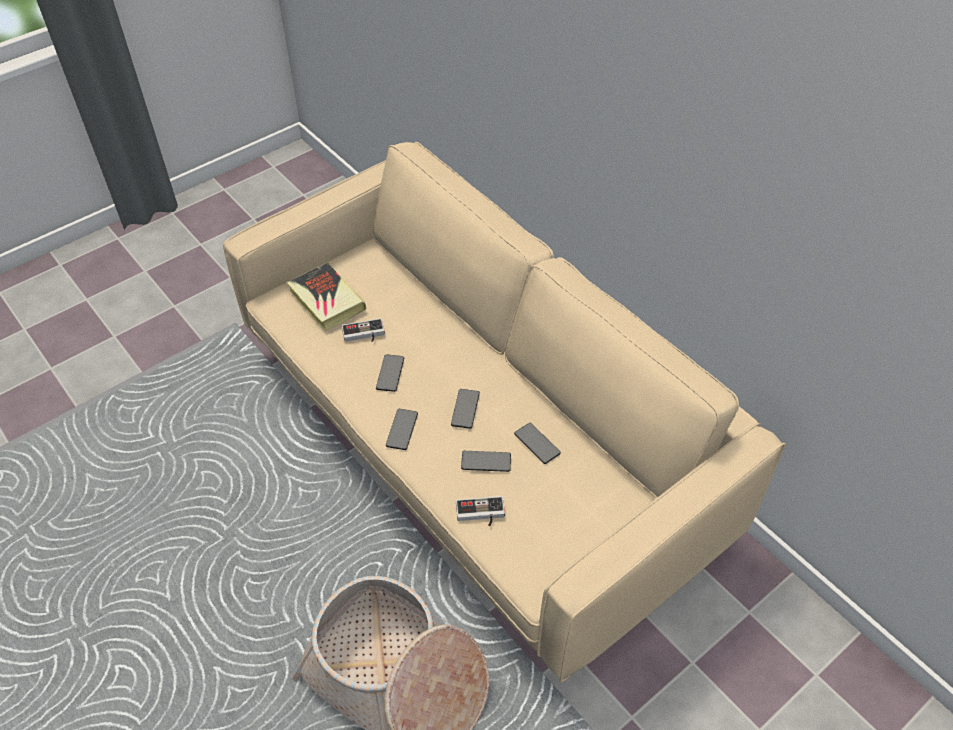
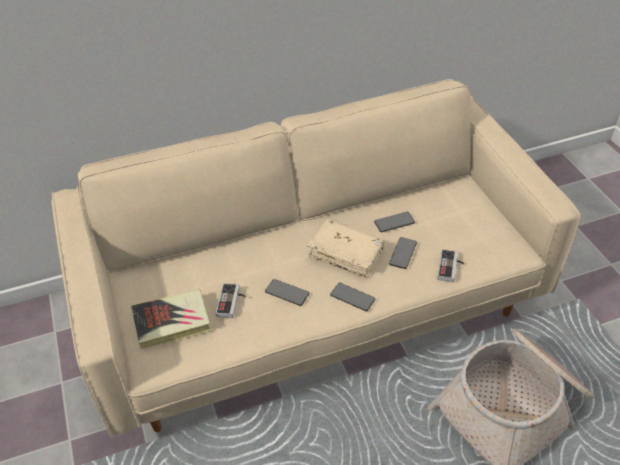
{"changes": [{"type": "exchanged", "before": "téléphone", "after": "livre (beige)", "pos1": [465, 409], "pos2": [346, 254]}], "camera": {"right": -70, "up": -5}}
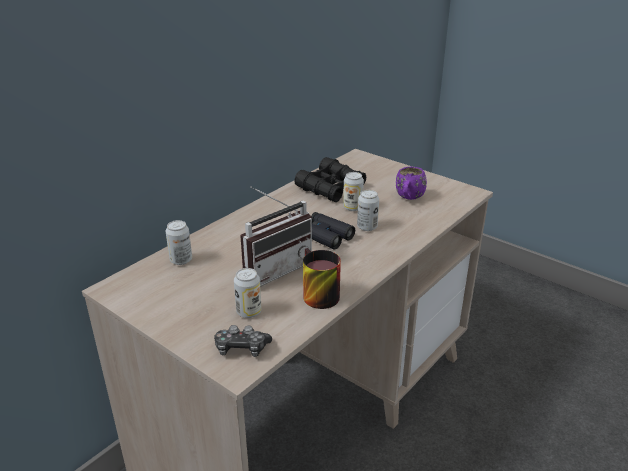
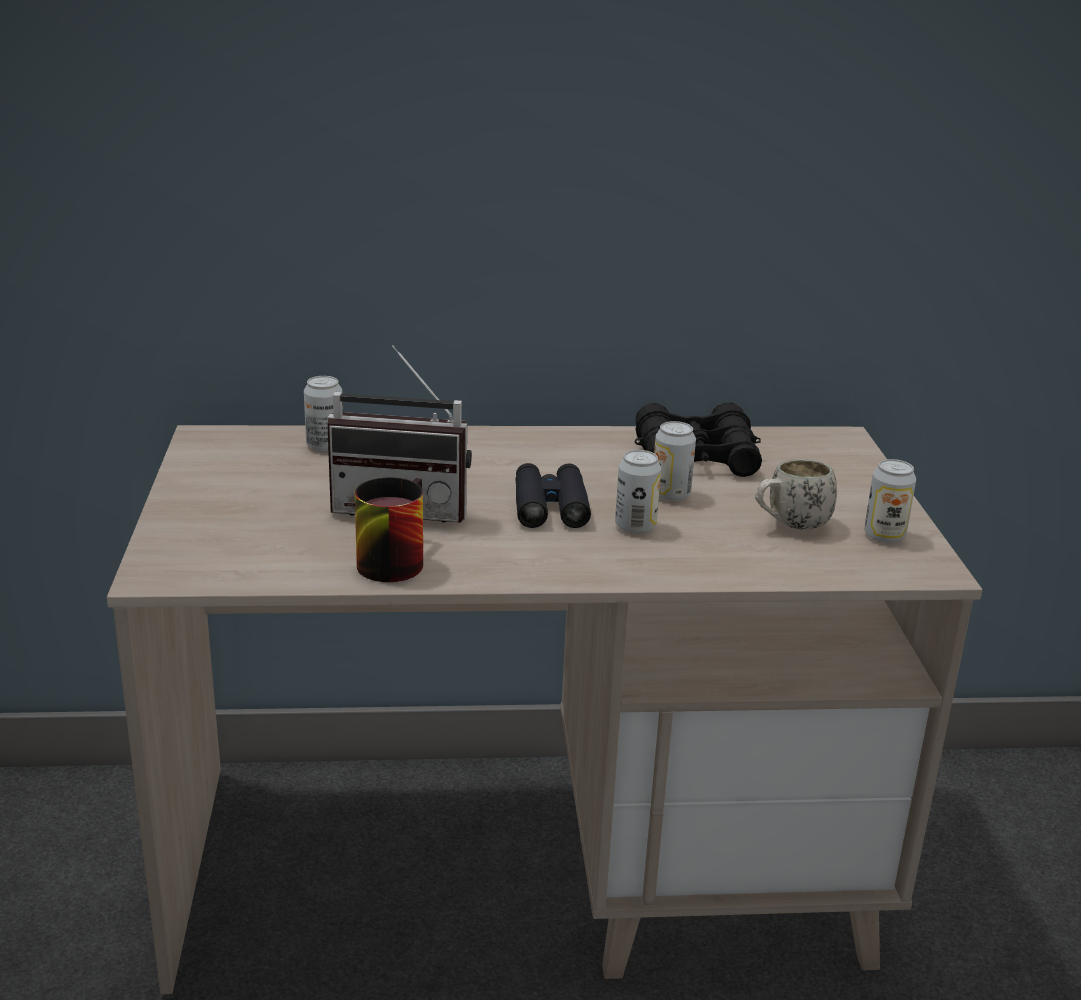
{"changes": [{"type": "missing", "before": "manette", "pos1": [241, 348]}, {"type": "relocated", "before": "boîte métallique", "pos1": [249, 312], "pos2": [884, 535]}, {"type": "colour", "before": "mug (violet)", "after": "mug (blanc)", "pos1": [408, 199], "pos2": [790, 526]}], "camera": {"right": 45, "up": -5}}
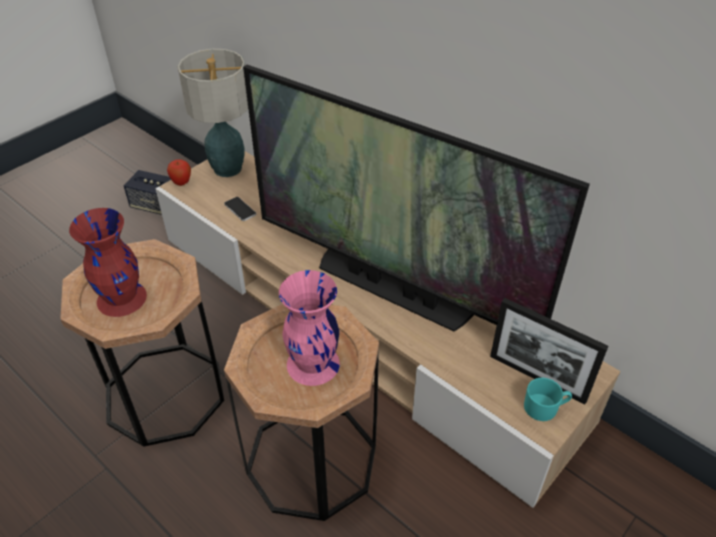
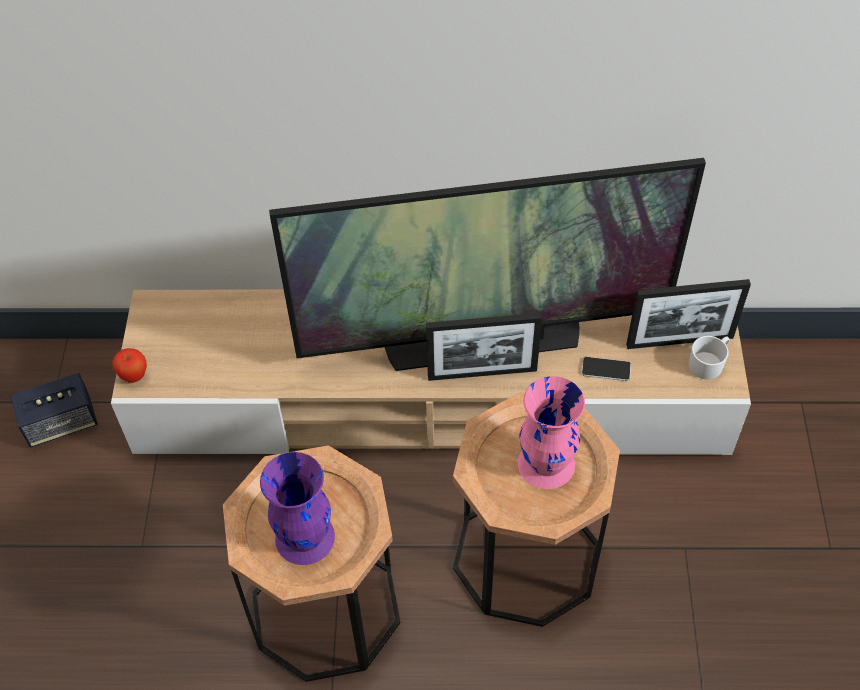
{"changes": [{"type": "missing", "before": "lampe de table", "pos1": [227, 168]}, {"type": "appeared", "after": "cadre photo", "pos2": [482, 373]}, {"type": "relocated", "before": "téléphone", "pos1": [240, 209], "pos2": [606, 369]}, {"type": "colour", "before": "vase (rouge)", "after": "vase (violet)", "pos1": [122, 299], "pos2": [306, 537]}, {"type": "colour", "before": "mug (turquoise)", "after": "mug (blanc)", "pos1": [545, 407], "pos2": [708, 363]}], "camera": {"right": -40, "up": 10}}
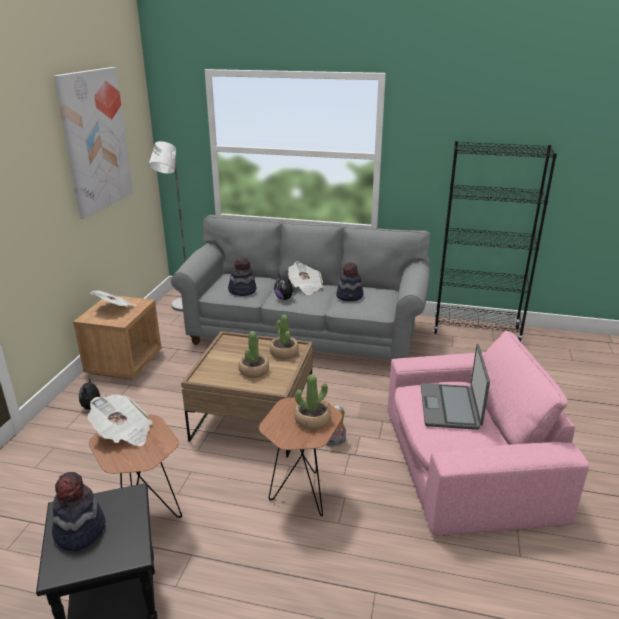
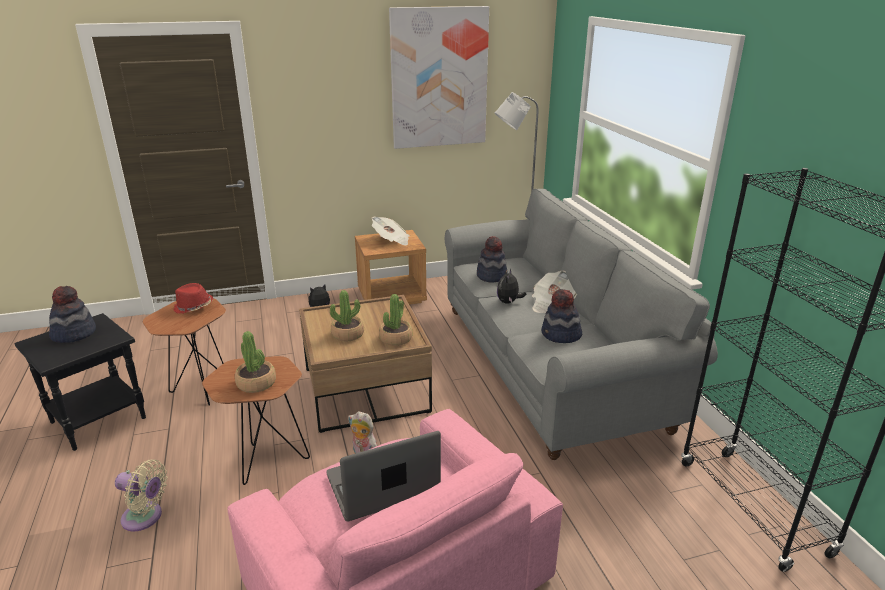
{"changes": [{"type": "appeared", "after": "ventilateur (beige)", "pos2": [145, 517]}, {"type": "exchanged", "before": "journal", "after": "chapeau (rouge)", "pos1": [123, 433], "pos2": [193, 307]}], "camera": {"right": 60, "up": 0}}
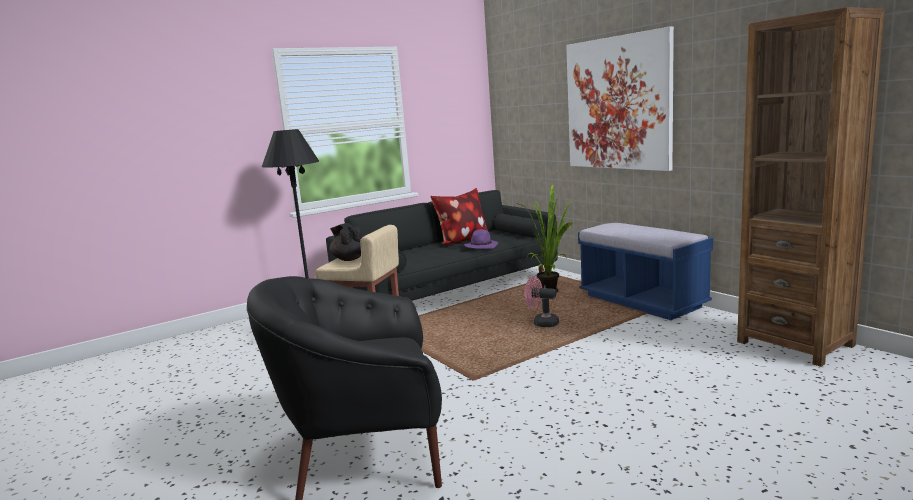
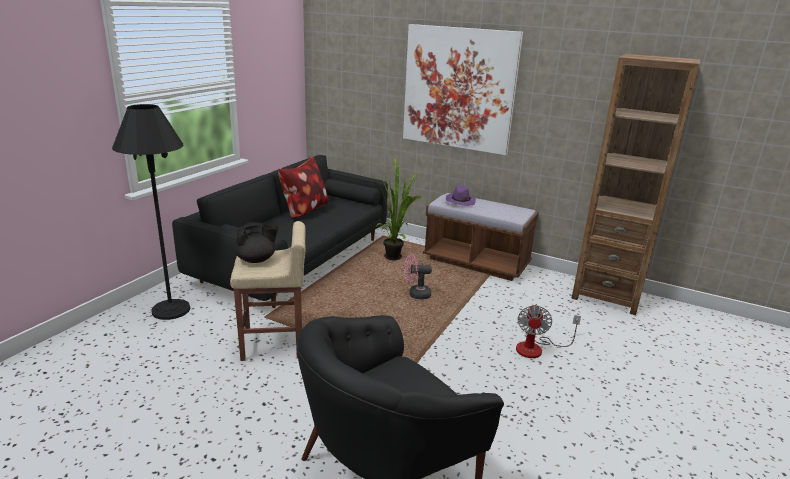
{"changes": [{"type": "appeared", "after": "ventilateur", "pos2": [536, 348]}, {"type": "relocated", "before": "chapeau (violet)", "pos1": [481, 246], "pos2": [460, 202]}, {"type": "colour", "before": "banc (bleu)", "after": "banc (marron)", "pos1": [642, 301], "pos2": [476, 262]}, {"type": "spun", "before": "théière (noir)", "pos1": [349, 259], "pos2": [257, 260], "turn": 135}], "camera": {"right": -30, "up": 10}}
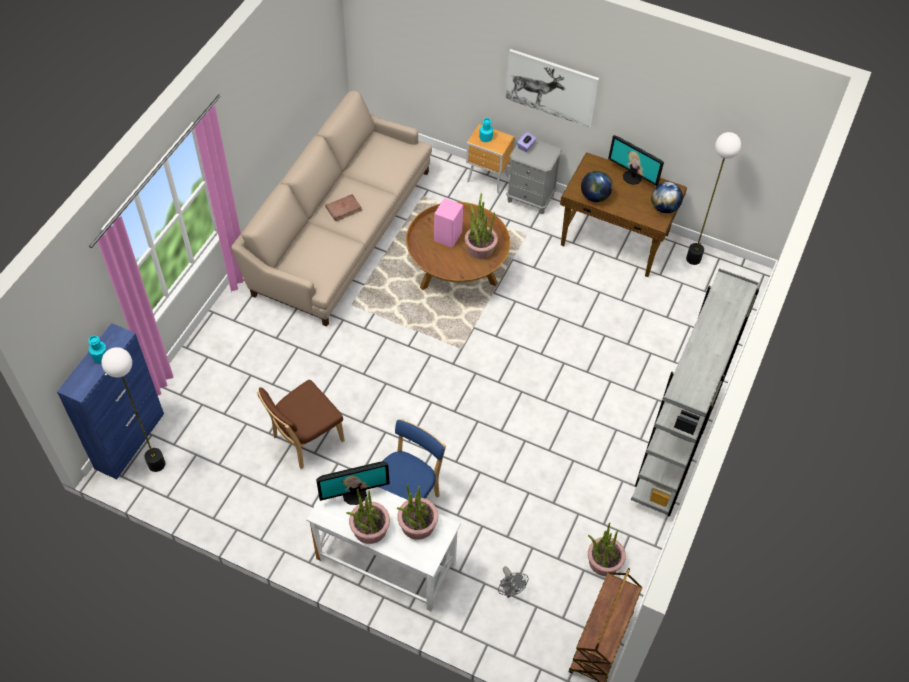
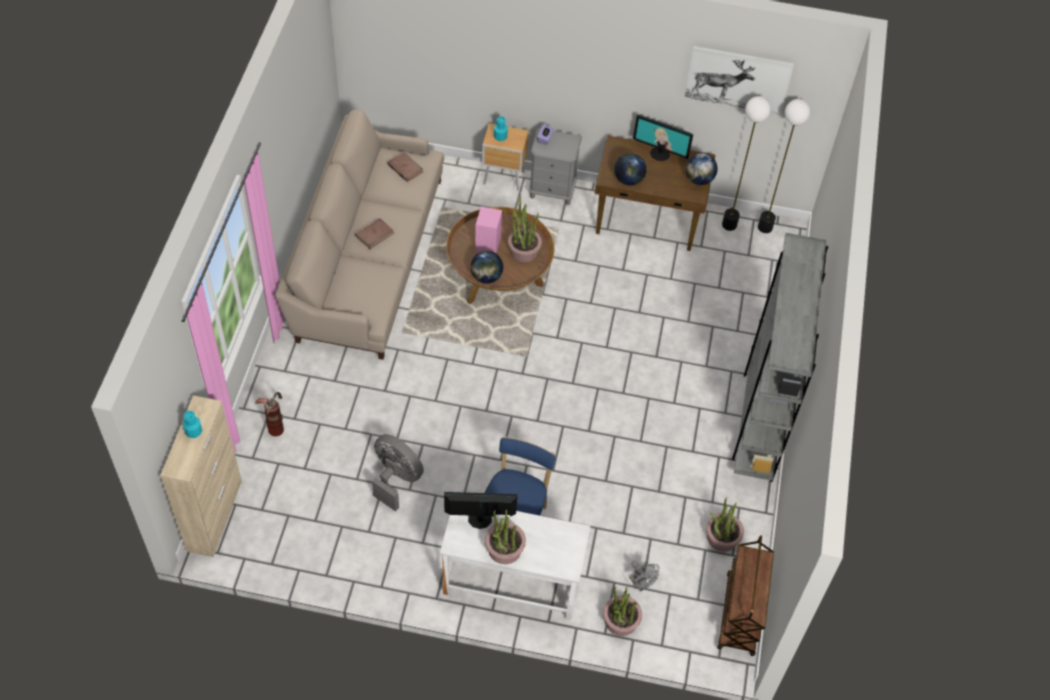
{"changes": [{"type": "appeared", "after": "extincteur", "pos2": [275, 424]}, {"type": "appeared", "after": "livre (marron)", "pos2": [405, 168]}, {"type": "appeared", "after": "globe", "pos2": [486, 277]}, {"type": "relocated", "before": "lampadaire", "pos1": [156, 464], "pos2": [764, 227]}, {"type": "relocated", "before": "plante en pot", "pos1": [417, 524], "pos2": [620, 621]}, {"type": "relocated", "before": "tableau", "pos1": [551, 87], "pos2": [738, 79]}, {"type": "exchanged", "before": "chaise (marron)", "after": "ventilateur (gris)", "pos1": [305, 440], "pos2": [396, 479]}, {"type": "colour", "before": "meuble de rangement (bleu)", "after": "meuble de rangement (beige)", "pos1": [130, 440], "pos2": [215, 515]}, {"type": "spun", "before": "écran d'ordinateur", "pos1": [354, 494], "pos2": [479, 519], "turn": -150}], "camera": {"right": -15, "up": 0}}
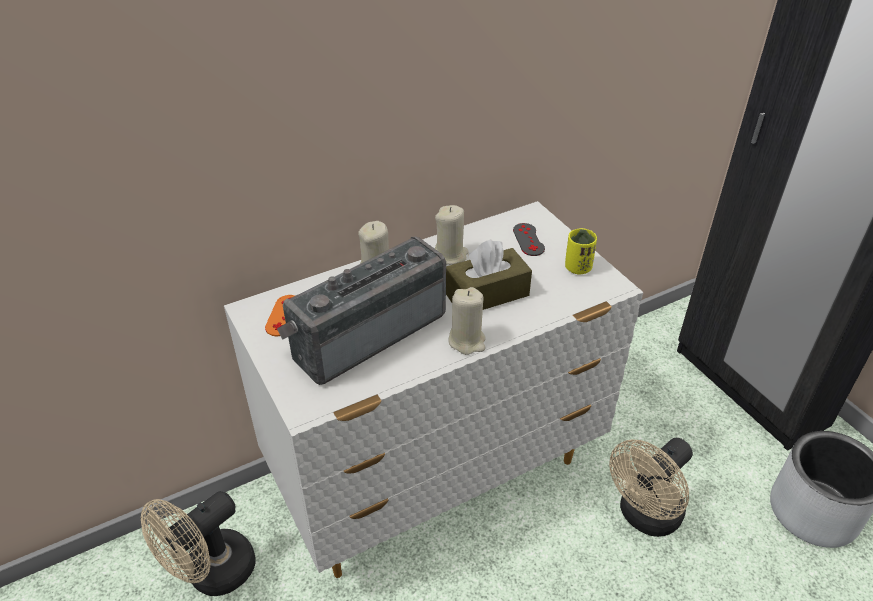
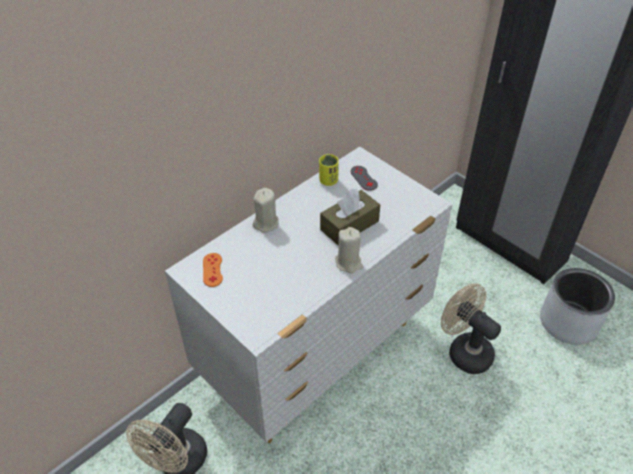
{"changes": [{"type": "missing", "before": "radio", "pos1": [366, 332]}, {"type": "missing", "before": "bougie (beige)", "pos1": [450, 255]}, {"type": "relocated", "before": "tasse (jaune)", "pos1": [578, 268], "pos2": [328, 181]}, {"type": "spun", "before": "ventilateur (beige)", "pos1": [644, 517], "pos2": [464, 351], "turn": 105}], "camera": {"right": -15, "up": 5}}
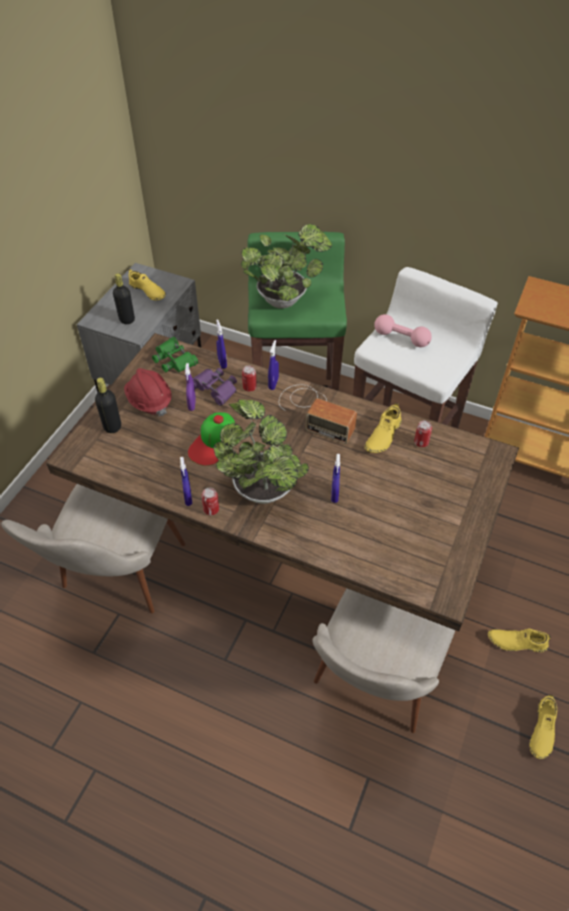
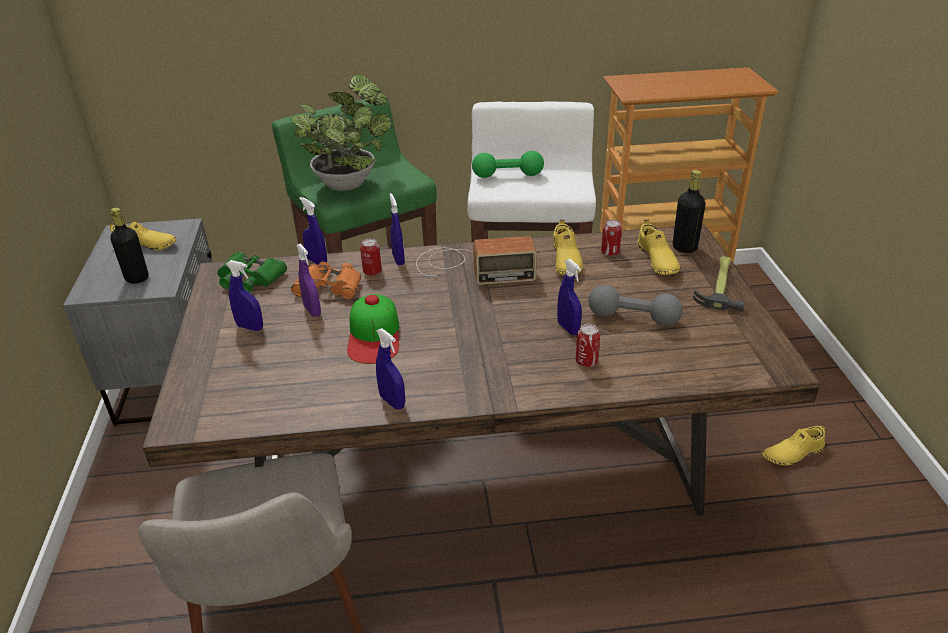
{"changes": [{"type": "missing", "before": "plante en pot", "pos1": [261, 487]}, {"type": "missing", "before": "chaise (beige)", "pos1": [371, 687]}, {"type": "appeared", "after": "haltère (gris)", "pos2": [633, 318]}, {"type": "appeared", "after": "marteau", "pos2": [721, 284]}, {"type": "relocated", "before": "bouteille (noir)", "pos1": [112, 426], "pos2": [684, 248]}, {"type": "relocated", "before": "boîte métallique", "pos1": [211, 509], "pos2": [586, 361]}, {"type": "relocated", "before": "chaussure (jaune)", "pos1": [541, 730], "pos2": [656, 260]}, {"type": "exchanged", "before": "casque de chantier (rouge)", "after": "vaporisateur (bleu)", "pos1": [149, 401], "pos2": [250, 327]}, {"type": "colour", "before": "jumelles (violet)", "after": "jumelles (orange)", "pos1": [215, 389], "pos2": [329, 287]}, {"type": "colour", "before": "haltère (rose)", "after": "haltère (vert)", "pos1": [401, 338], "pos2": [507, 175]}], "camera": {"right": -30, "up": -15}}
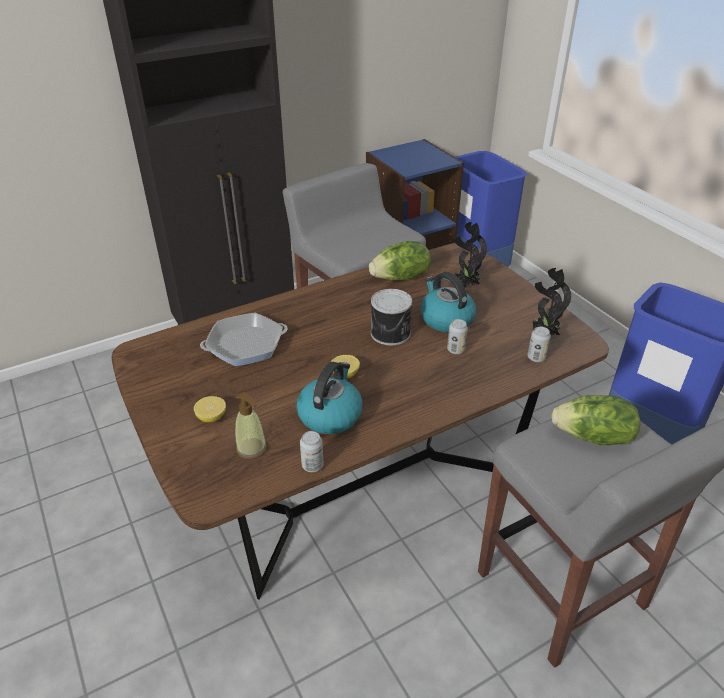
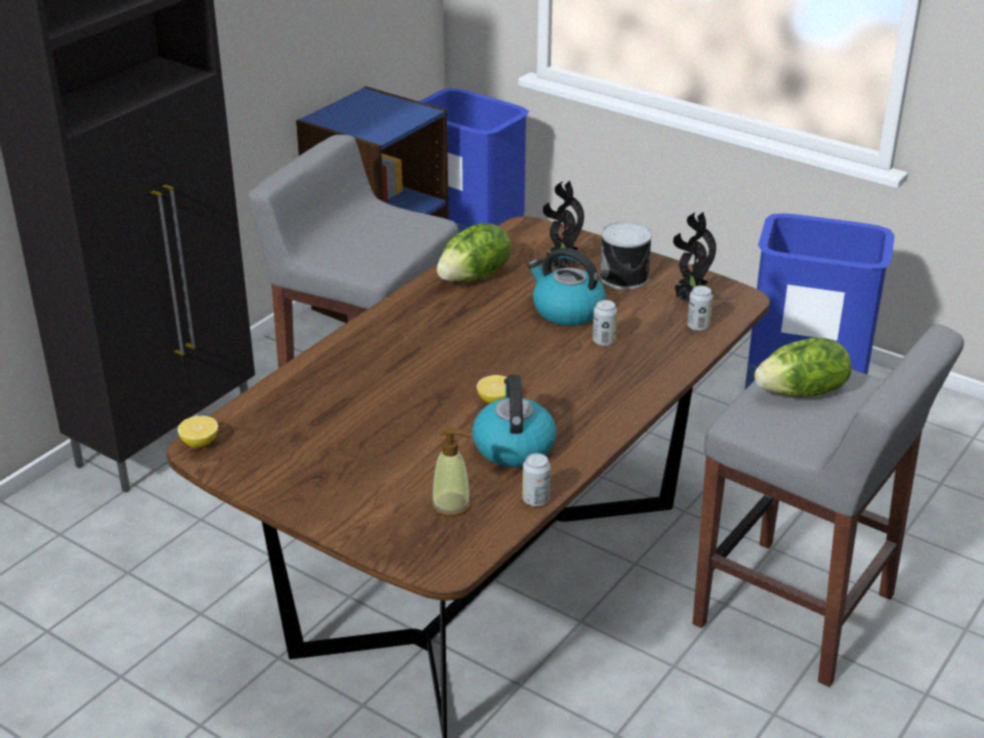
{"changes": [{"type": "missing", "before": "poêle", "pos1": [245, 345]}, {"type": "relocated", "before": "citron", "pos1": [211, 417], "pos2": [200, 442]}, {"type": "relocated", "before": "boîte métallique", "pos1": [391, 333], "pos2": [625, 277]}], "camera": {"right": -25, "up": -5}}
